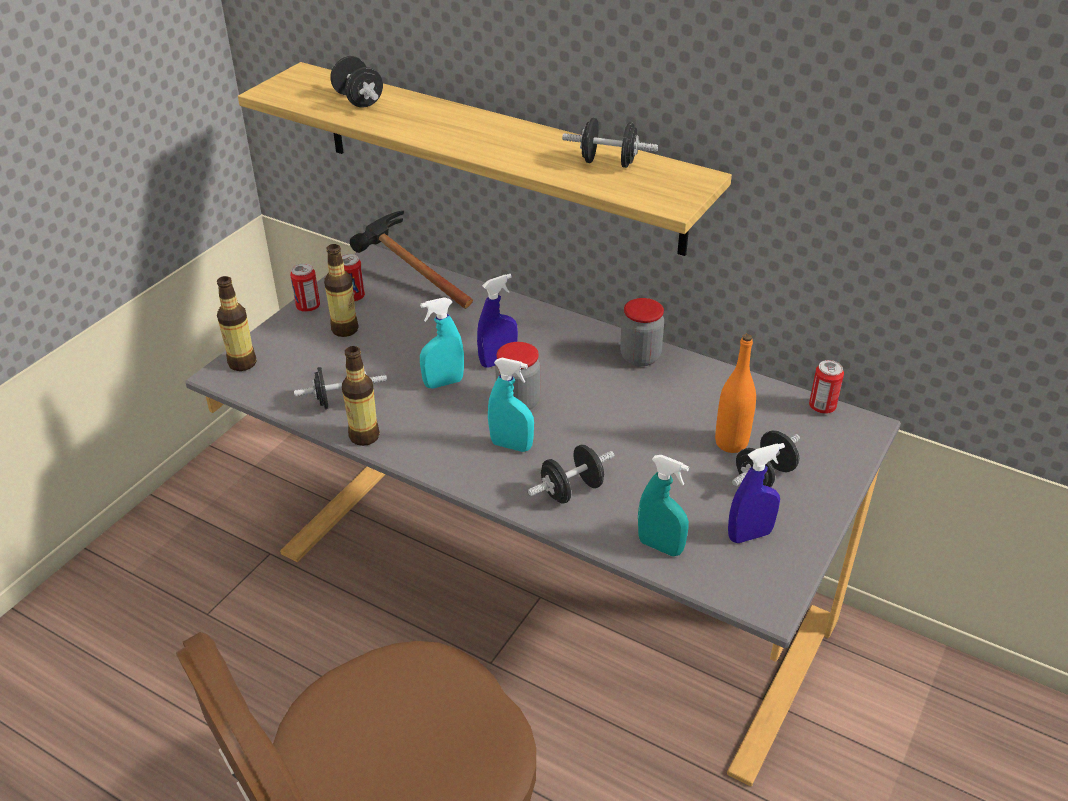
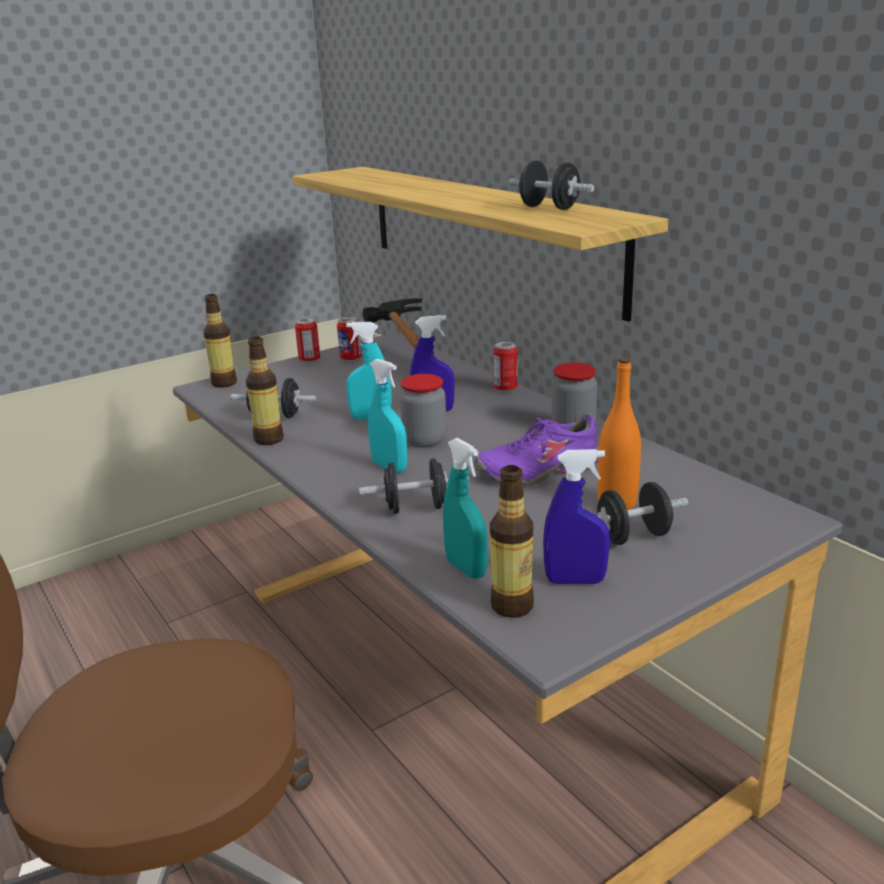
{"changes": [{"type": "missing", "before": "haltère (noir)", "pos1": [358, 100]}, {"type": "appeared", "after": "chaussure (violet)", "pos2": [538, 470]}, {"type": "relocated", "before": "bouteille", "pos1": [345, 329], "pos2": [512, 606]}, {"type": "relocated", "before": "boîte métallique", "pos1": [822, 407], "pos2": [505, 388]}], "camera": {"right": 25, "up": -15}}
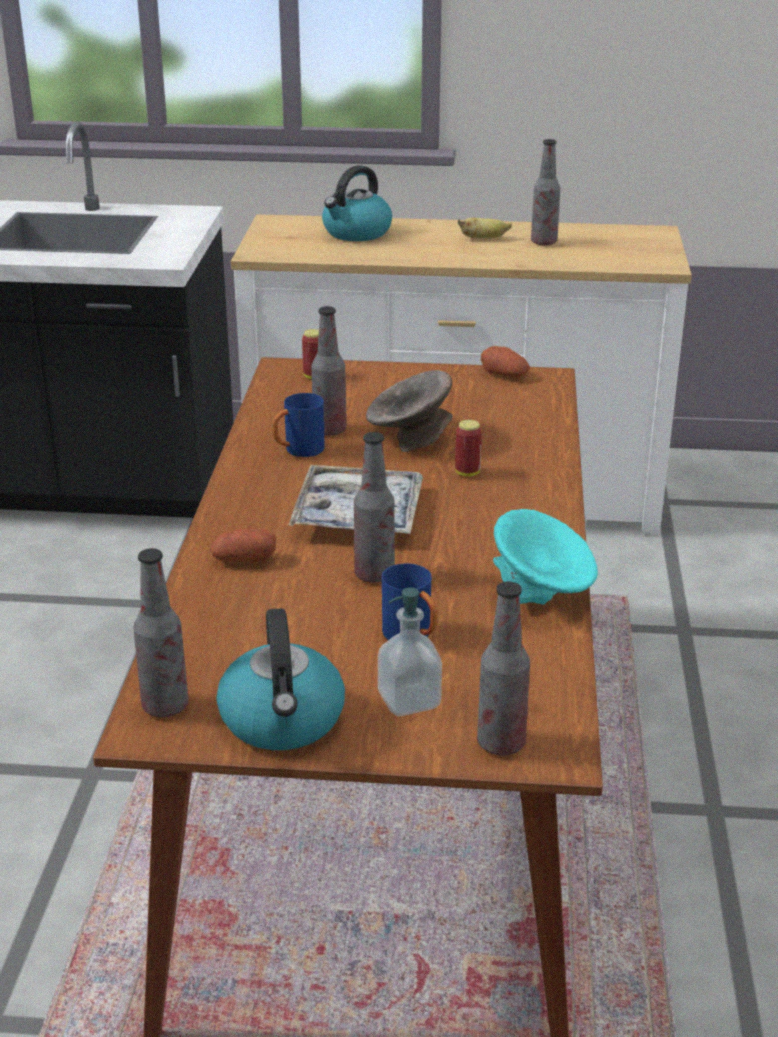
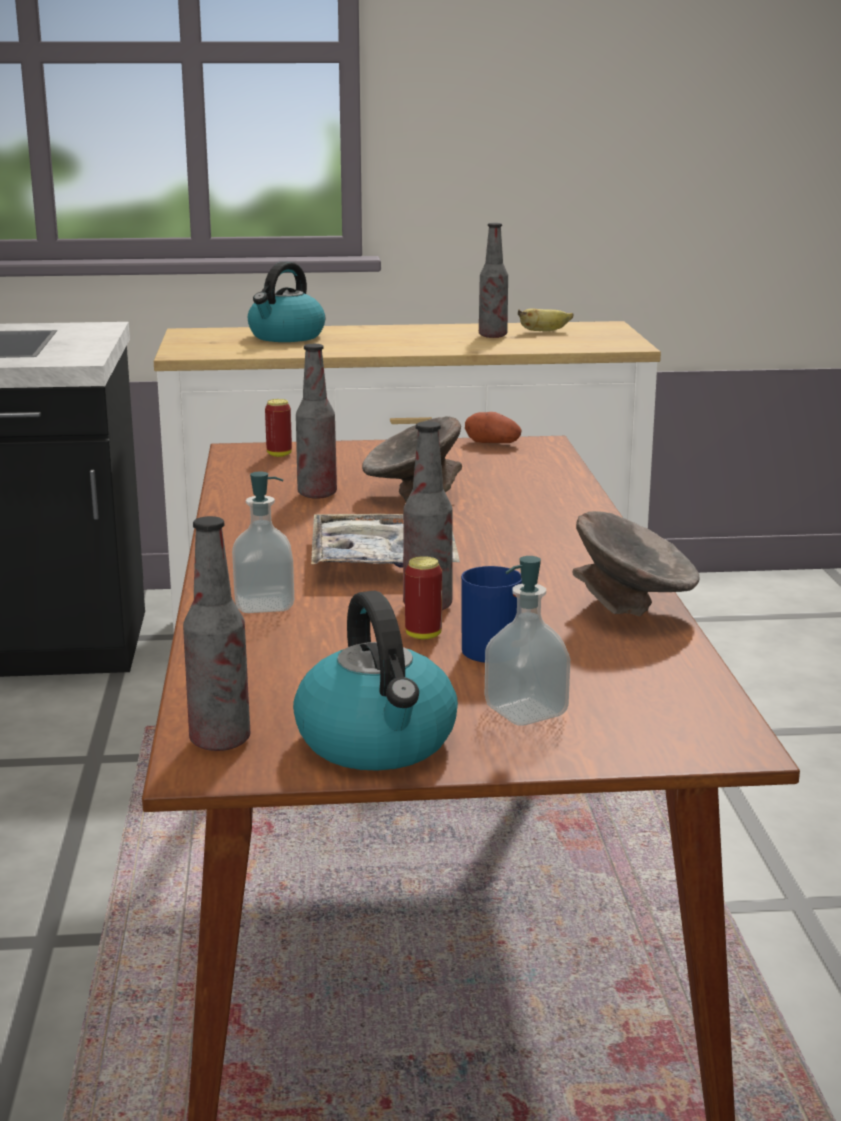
{"changes": [{"type": "missing", "before": "mug (bleu)", "pos1": [298, 451]}, {"type": "missing", "before": "bouteille", "pos1": [501, 743]}, {"type": "relocated", "before": "boîte métallique", "pos1": [467, 473], "pos2": [423, 635]}, {"type": "relocated", "before": "banane", "pos1": [484, 238], "pos2": [544, 331]}, {"type": "exchanged", "before": "pomme de terre", "after": "distributeur de savon", "pos1": [244, 560], "pos2": [264, 605]}, {"type": "colour", "before": "bol (turquoise)", "after": "bol (gris)", "pos1": [541, 596], "pos2": [632, 611]}], "camera": {"right": -10, "up": -10}}
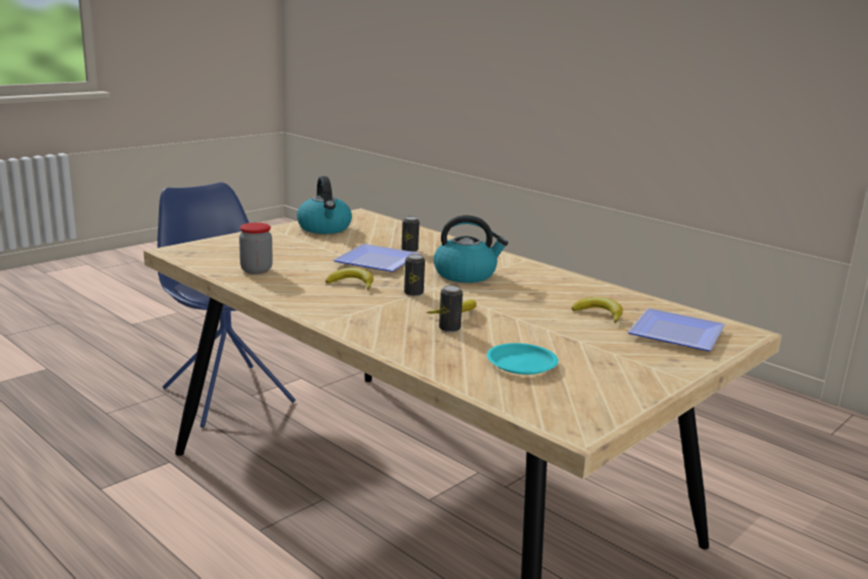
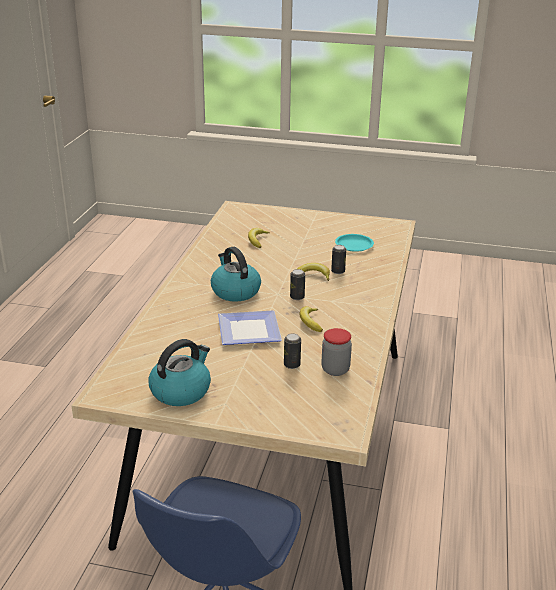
{"changes": [{"type": "missing", "before": "assiette", "pos1": [674, 332]}, {"type": "relocated", "before": "boîte métallique", "pos1": [409, 250], "pos2": [292, 364]}], "camera": {"right": -120, "up": 10}}
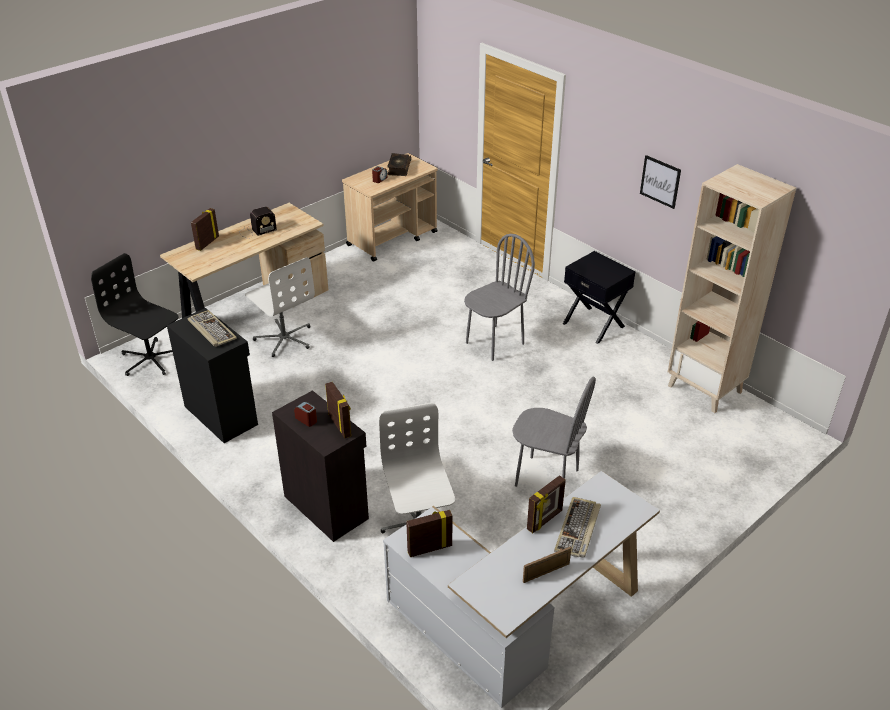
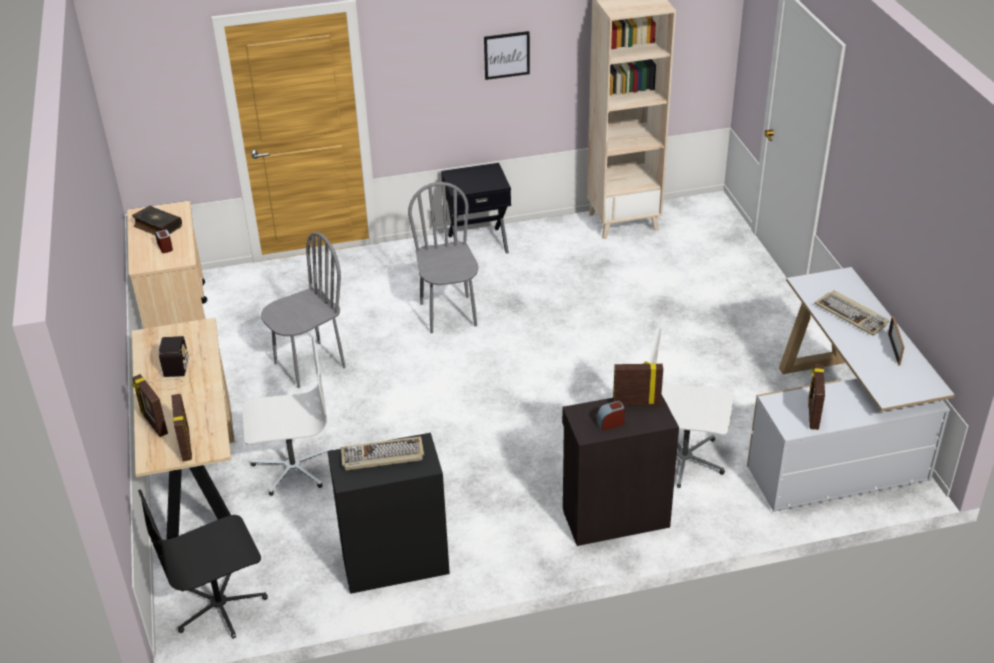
{"changes": [{"type": "relocated", "before": "chaise (gris)", "pos1": [546, 478], "pos2": [309, 365]}, {"type": "relocated", "before": "cadre photo", "pos1": [545, 520], "pos2": [186, 445]}], "camera": {"right": -60, "up": 0}}
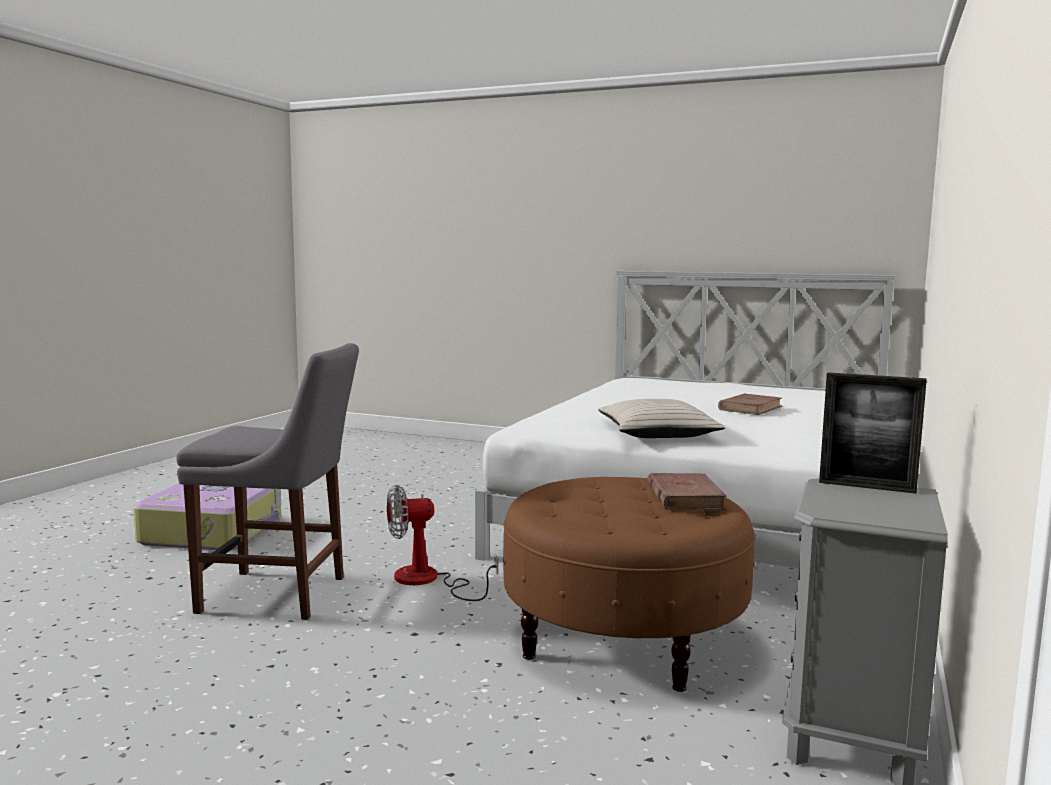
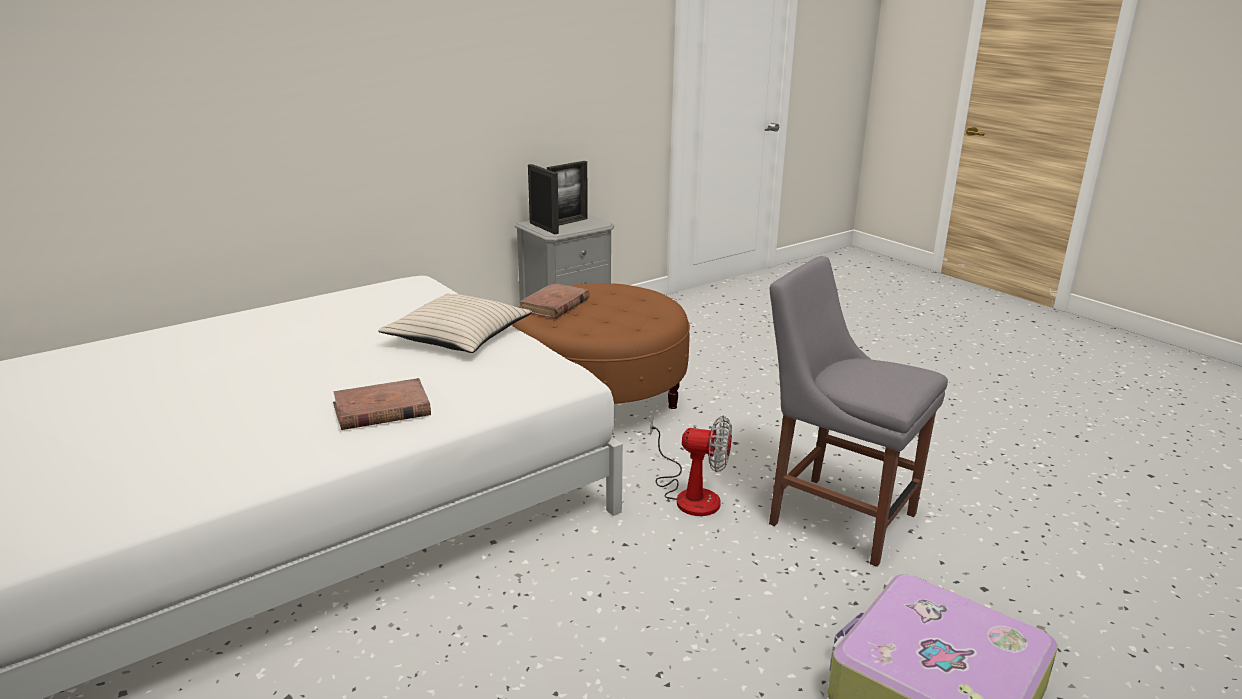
{"changes": [{"type": "appeared", "after": "cadre photo", "pos2": [568, 222]}, {"type": "relocated", "before": "livre (marron)", "pos1": [750, 408], "pos2": [381, 409]}], "camera": {"right": -150, "up": 15}}
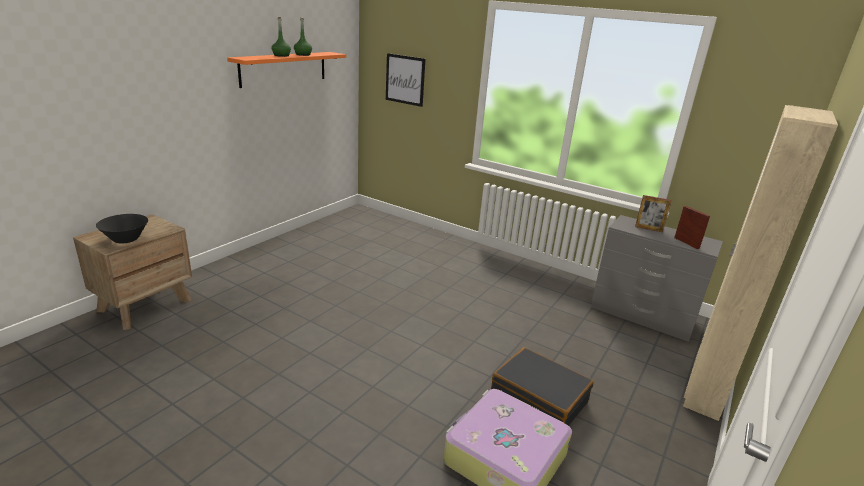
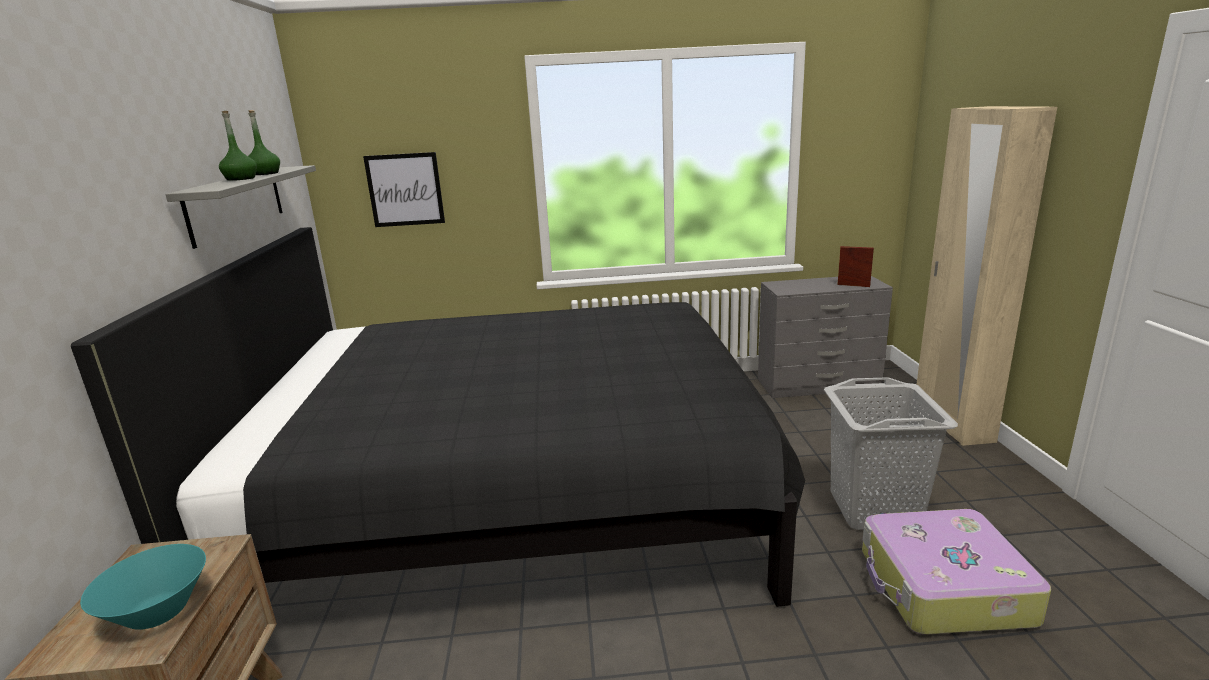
{"changes": [{"type": "missing", "before": "cadre photo", "pos1": [648, 229]}, {"type": "appeared", "after": "lit (noir)", "pos2": [513, 492]}, {"type": "exchanged", "before": "valise (noir)", "after": "panier à linge (gris)", "pos1": [539, 399], "pos2": [874, 509]}, {"type": "colour", "before": "bol (noir)", "after": "bol (turquoise)", "pos1": [126, 239], "pos2": [158, 612]}, {"type": "colour", "before": "étagère (orange)", "after": "étagère (gris)", "pos1": [284, 68], "pos2": [237, 203]}], "camera": {"right": -35, "up": -5}}
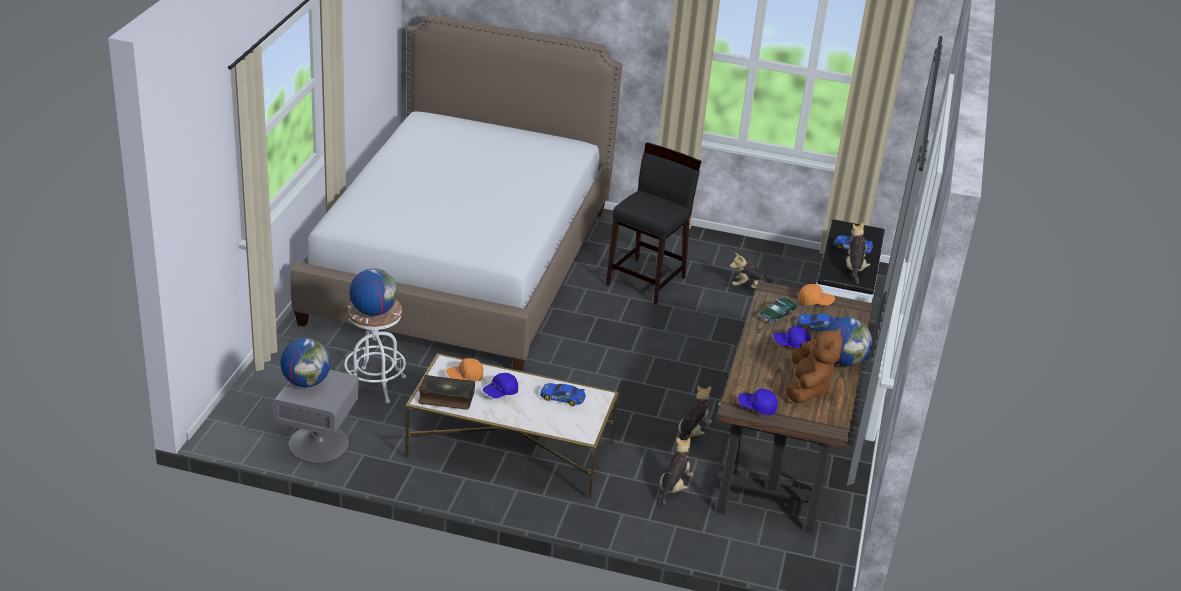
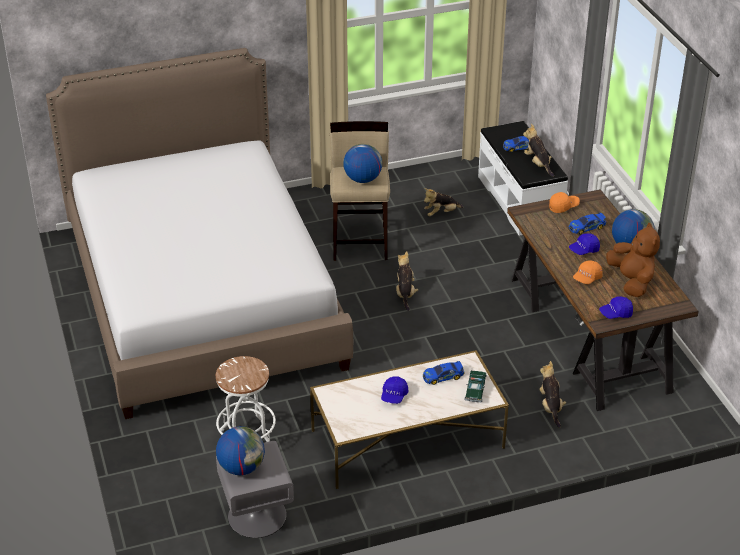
{"changes": [{"type": "missing", "before": "livre", "pos1": [446, 398]}, {"type": "relocated", "before": "globe", "pos1": [373, 311], "pos2": [362, 179]}, {"type": "relocated", "before": "casquette (orange)", "pos1": [465, 376], "pos2": [587, 278]}, {"type": "relocated", "before": "peluche", "pos1": [692, 433], "pos2": [405, 293]}, {"type": "relocated", "before": "petite voiture", "pos1": [777, 314], "pos2": [475, 390]}, {"type": "colour", "before": "tabouret (noir)", "after": "tabouret (beige)", "pos1": [647, 281], "pos2": [360, 242]}], "camera": {"right": -30, "up": 5}}
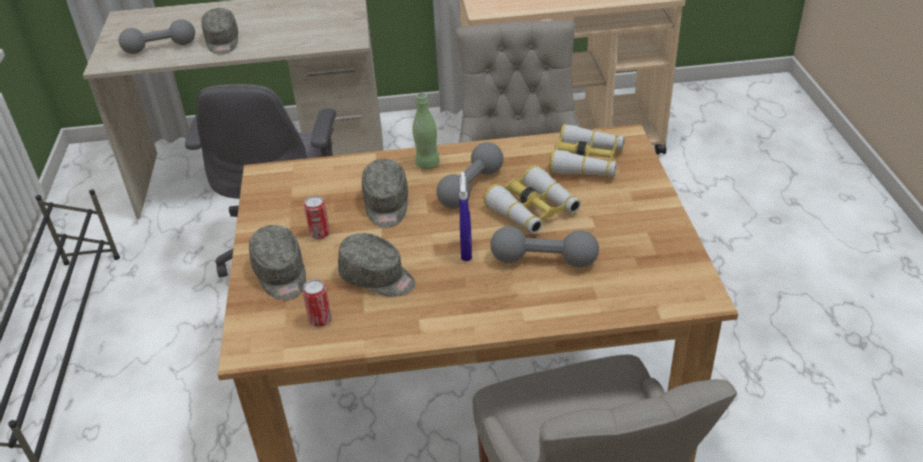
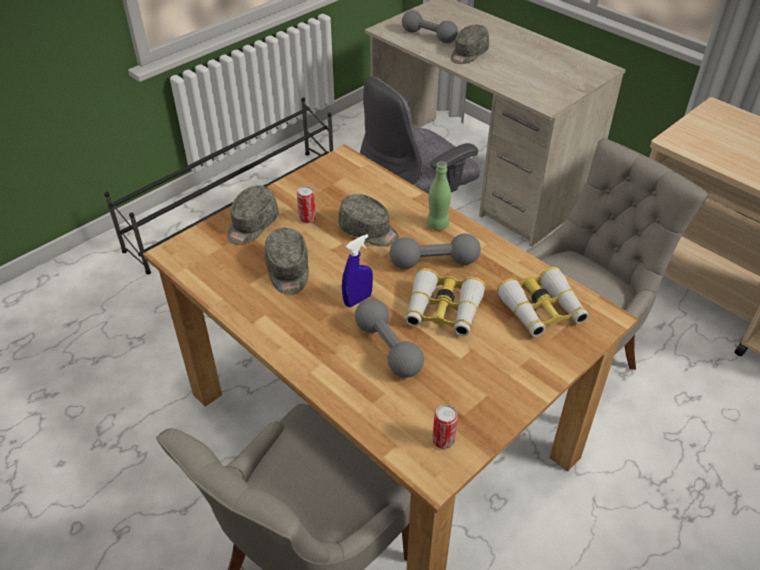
{"changes": [{"type": "relocated", "before": "boîte métallique", "pos1": [320, 320], "pos2": [443, 440]}, {"type": "spun", "before": "casquette (gris)", "pos1": [386, 205], "pos2": [369, 231], "turn": -105}], "camera": {"right": 50, "up": 5}}
